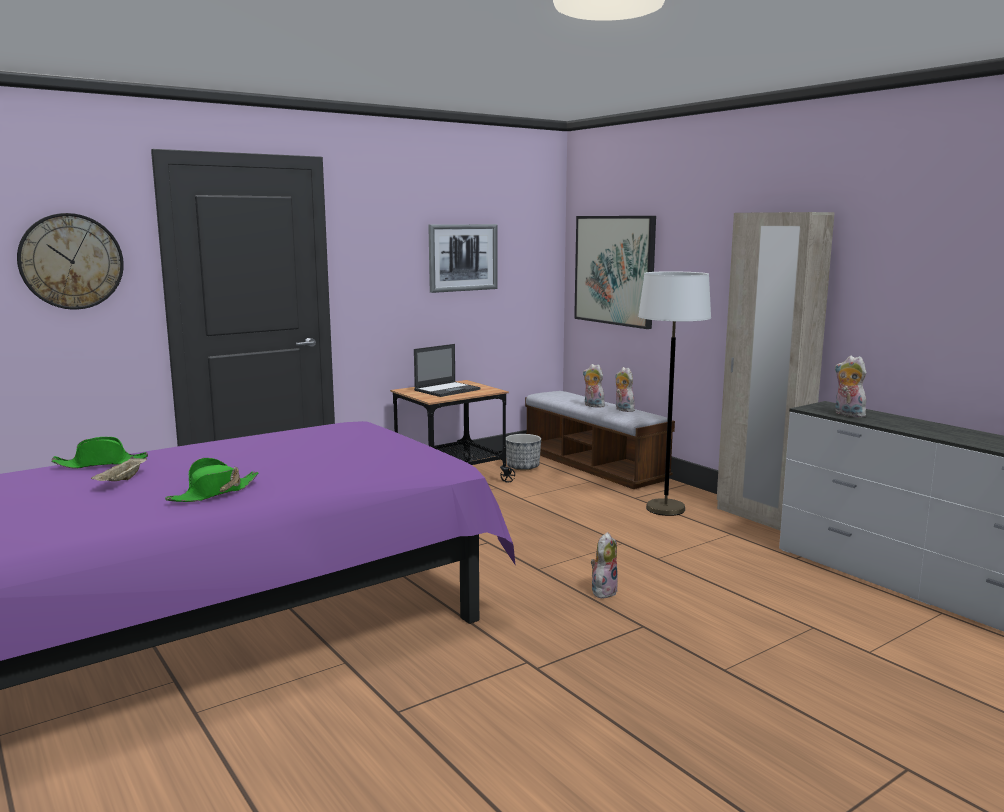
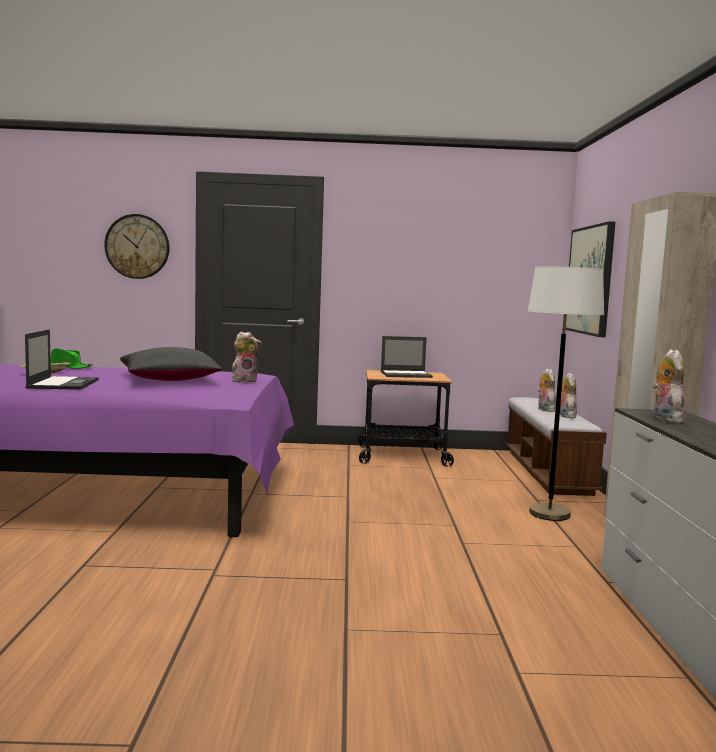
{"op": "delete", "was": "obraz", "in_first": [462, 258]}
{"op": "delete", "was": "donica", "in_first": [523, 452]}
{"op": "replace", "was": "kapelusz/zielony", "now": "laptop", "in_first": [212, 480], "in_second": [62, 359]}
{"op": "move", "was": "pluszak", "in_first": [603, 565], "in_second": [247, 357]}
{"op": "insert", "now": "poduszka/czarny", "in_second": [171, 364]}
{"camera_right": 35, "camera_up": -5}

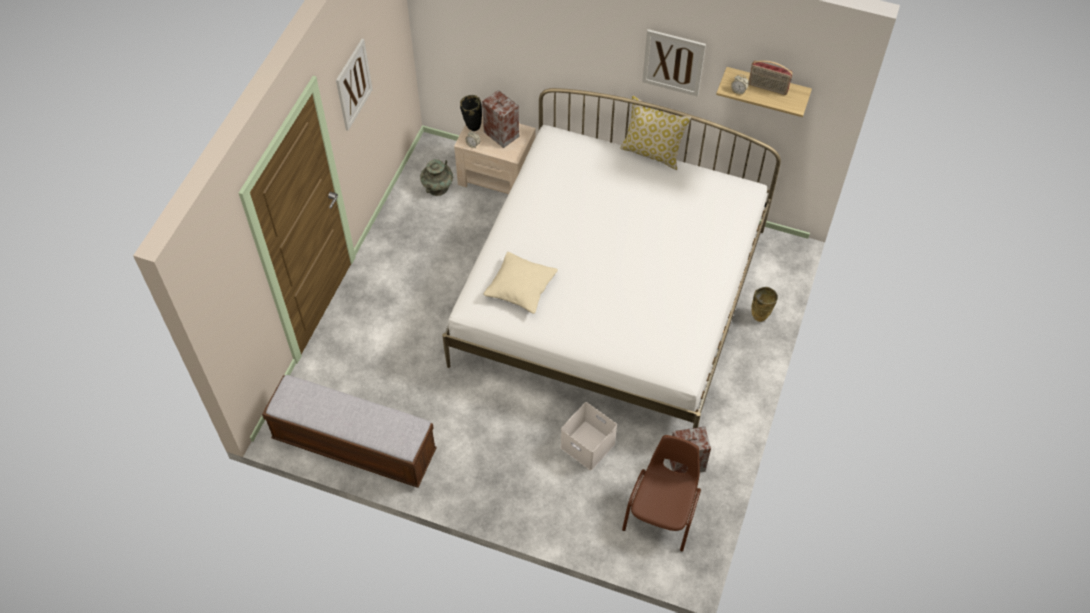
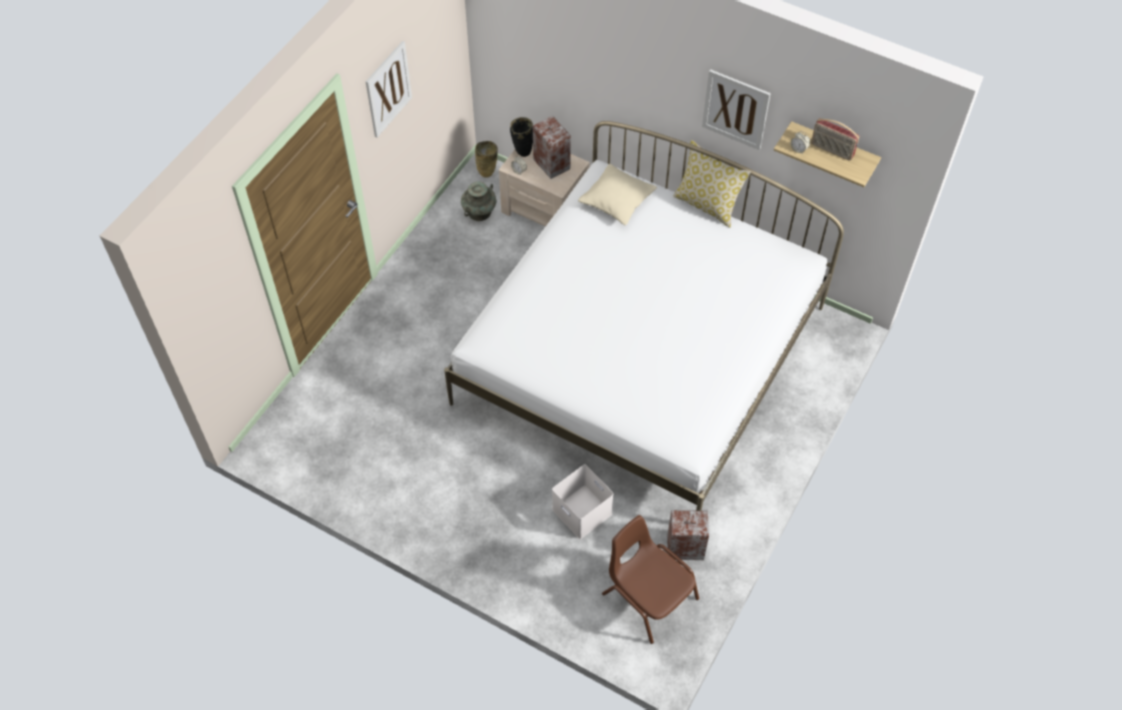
{"op": "move", "was": "poduszka/beżowy", "in_first": [520, 283], "in_second": [617, 194]}
{"op": "move", "was": "wazon/beżowy", "in_first": [764, 304], "in_second": [486, 159]}
{"op": "delete", "was": "ławka", "in_first": [349, 431]}
{"op": "rotate", "was": "krzesło/brązowy", "in_first": [661, 493], "in_second": [650, 579], "clockwise": -75}
{"camera_right": 10, "camera_up": 0}

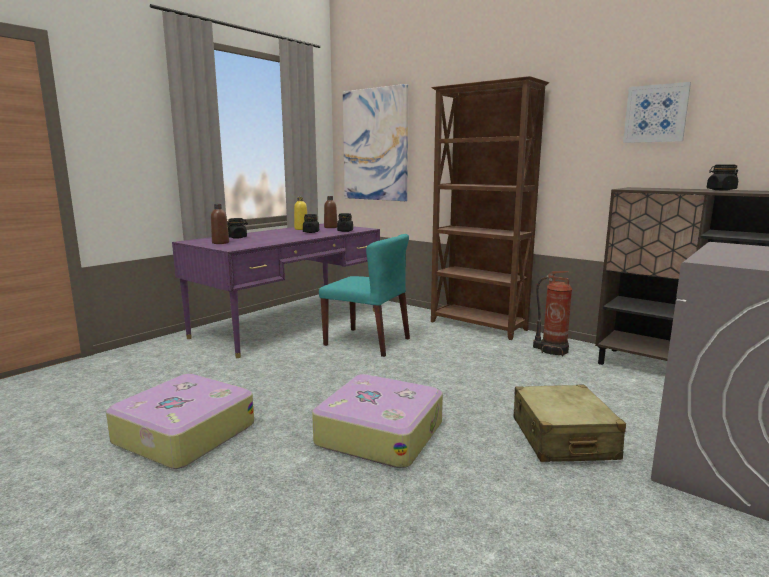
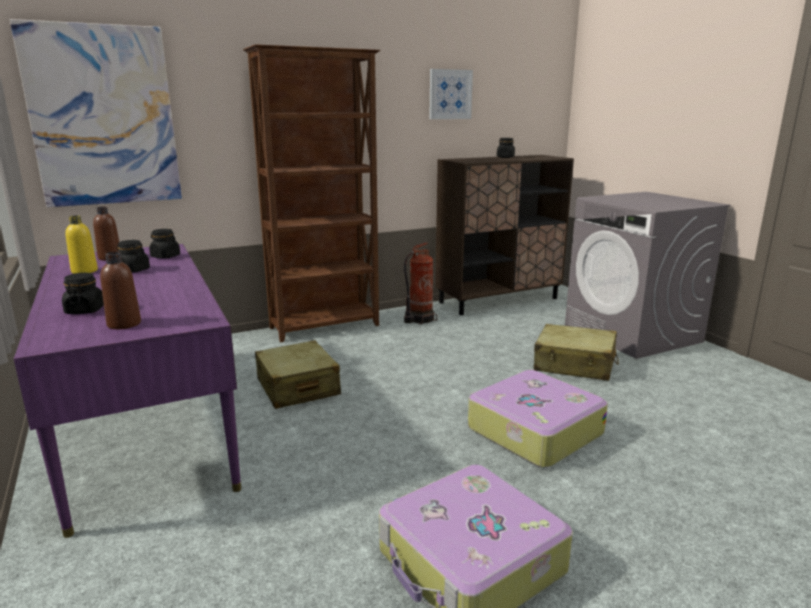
{"op": "replace", "was": "krzesło/turkusowy", "now": "walizka/beżowy", "in_first": [364, 295], "in_second": [298, 374]}
{"camera_right": -65, "camera_up": 5}

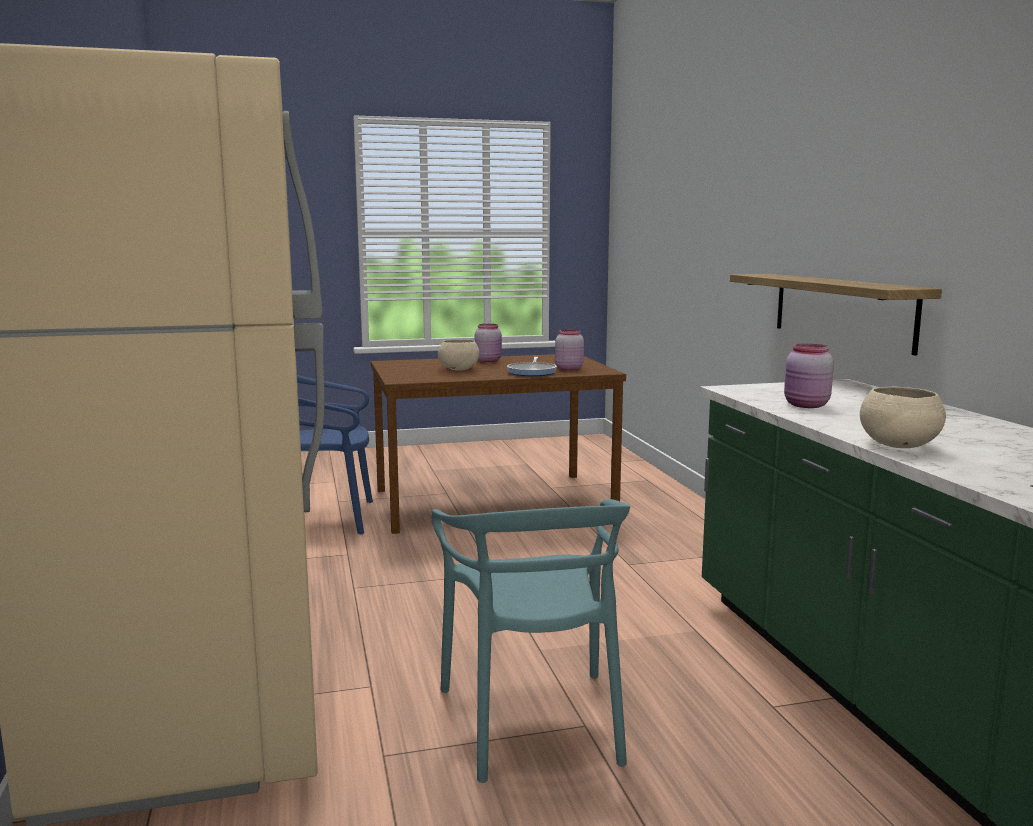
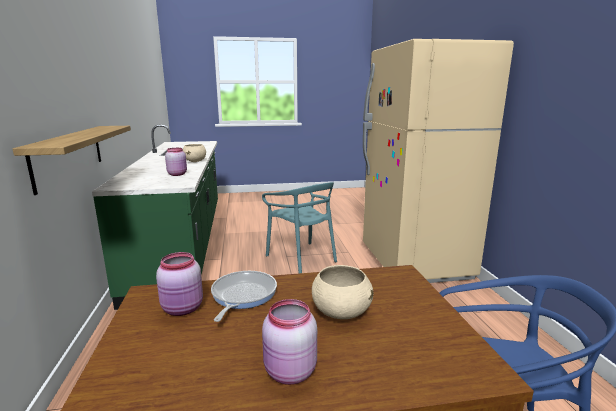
{"op": "rotate", "was": "krzesło/turkusowy", "in_first": [530, 641], "in_second": [299, 227], "clockwise": 150}
{"camera_right": -175, "camera_up": 5}

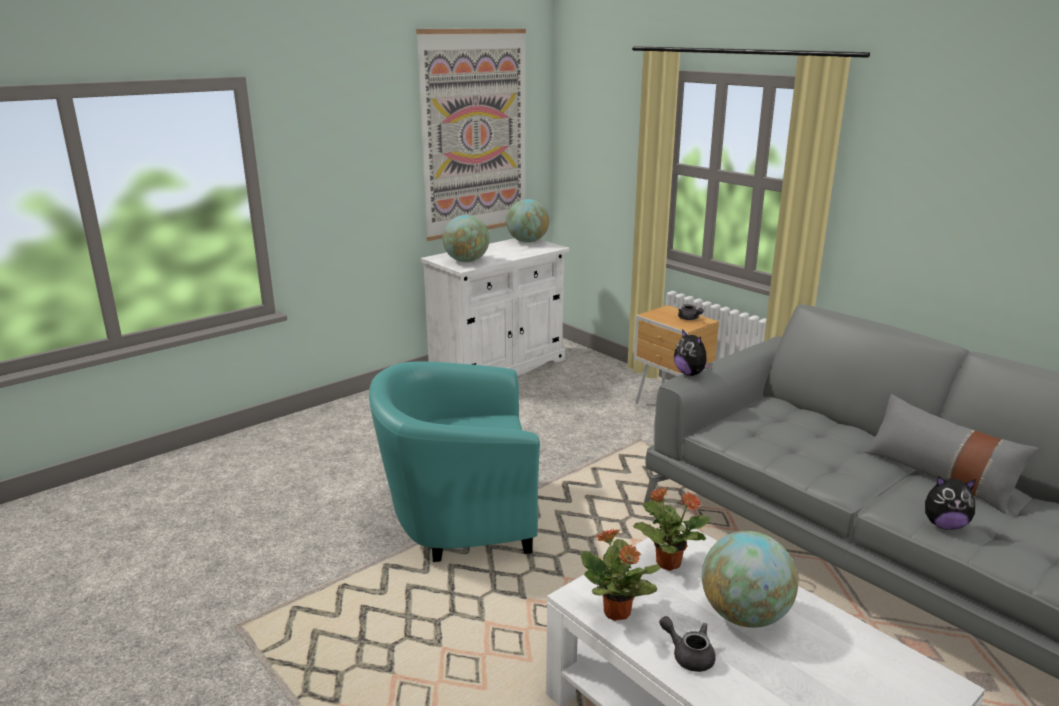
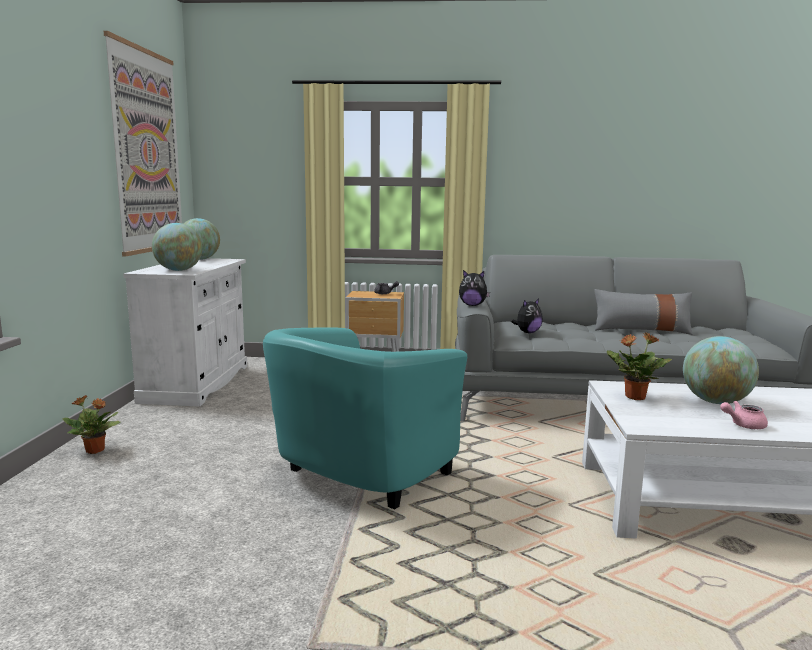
{"op": "move", "was": "pluszak", "in_first": [950, 503], "in_second": [527, 315]}
{"op": "move", "was": "roślina doniczkowa", "in_first": [621, 575], "in_second": [91, 424]}
{"op": "recolor", "was": "imbryk/szary", "now": "imbryk/różowy", "in_first": [687, 644], "in_second": [744, 415]}
{"camera_right": -45, "camera_up": -10}

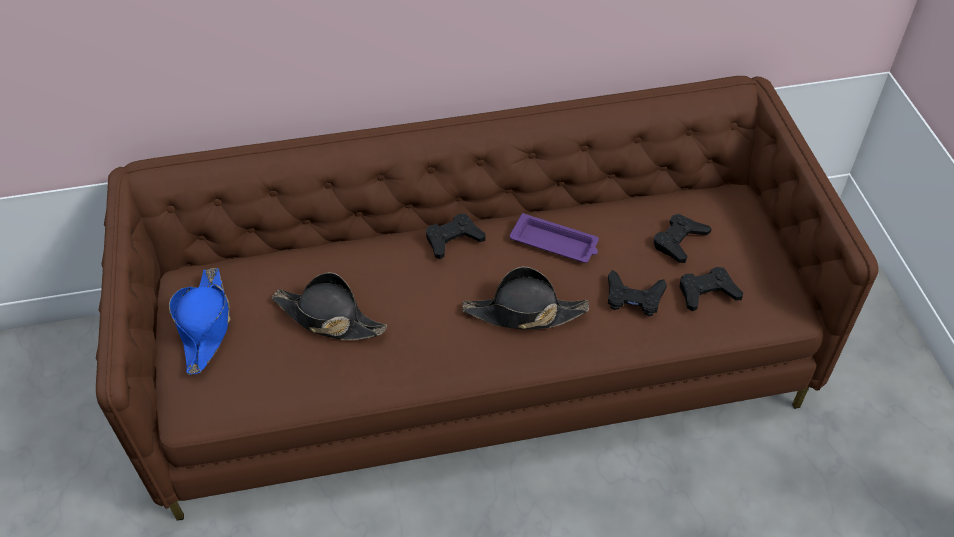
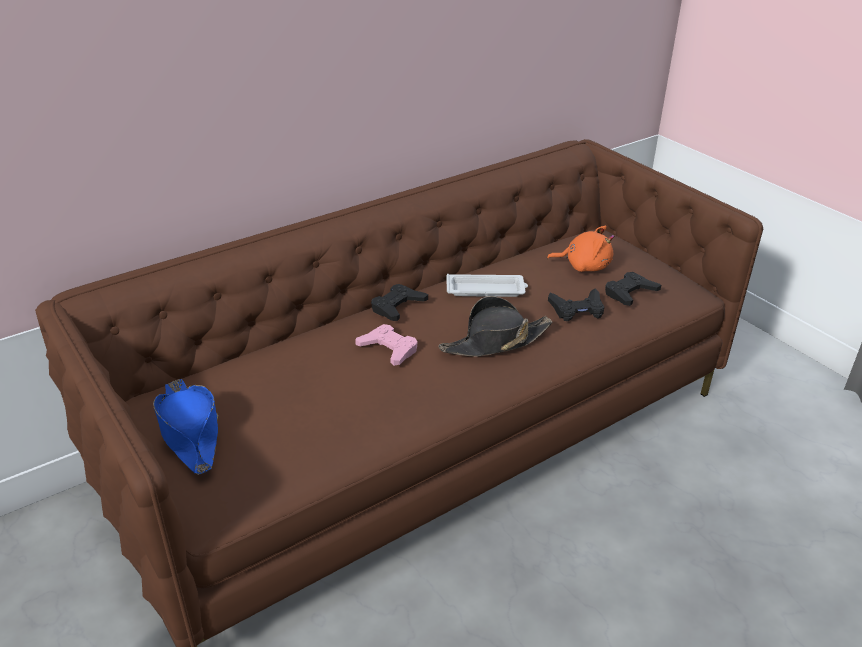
{"op": "recolor", "was": "taca/fioletowy", "now": "taca/biały", "in_first": [554, 238], "in_second": [487, 285]}
{"op": "replace", "was": "pad do gier/czarny", "now": "pluszak/pomarańczowy", "in_first": [683, 238], "in_second": [580, 249]}
{"op": "delete", "was": "kapelusz/czarny", "in_first": [329, 306]}
{"op": "insert", "now": "pad do gier/różowy", "in_second": [386, 345]}
{"camera_right": -25, "camera_up": -15}

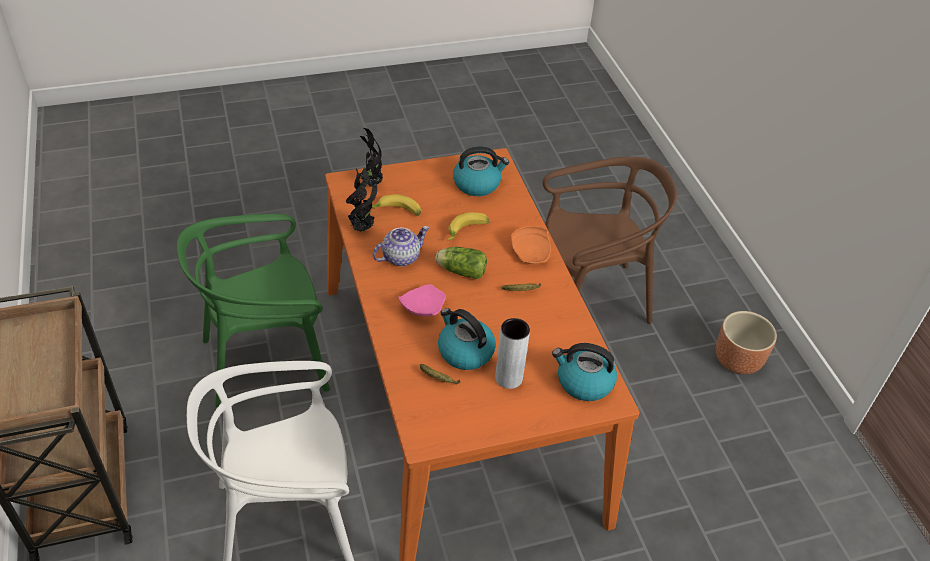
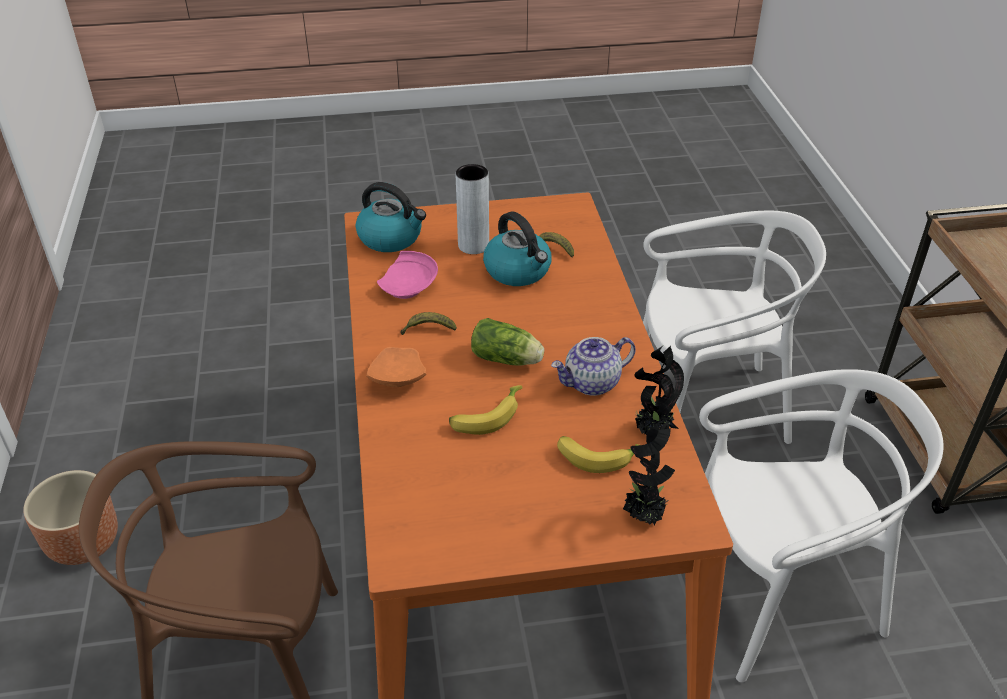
{"op": "delete", "was": "czajnik", "in_first": [481, 171]}
{"op": "recolor", "was": "krzesło/zielony", "now": "krzesło/biały", "in_first": [253, 310], "in_second": [821, 525]}
{"op": "move", "was": "talerz/różowy", "in_first": [422, 300], "in_second": [407, 275]}
{"camera_right": -170, "camera_up": -5}

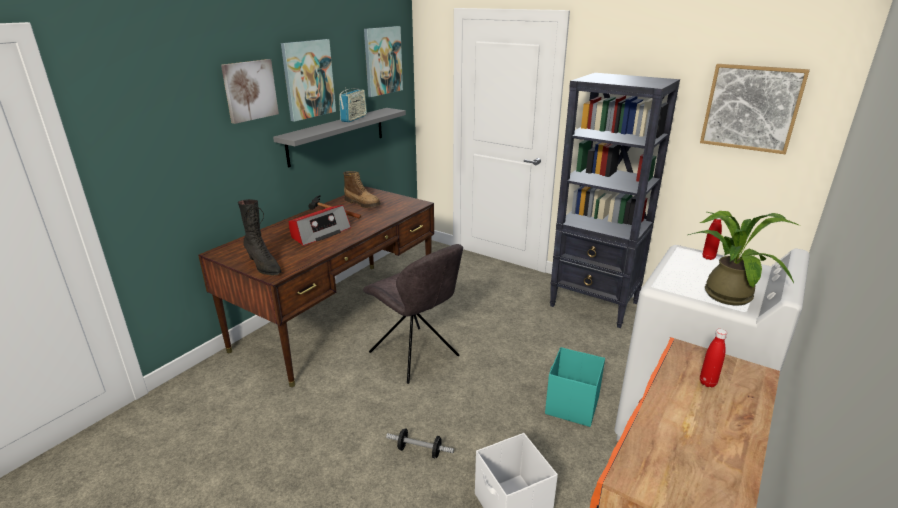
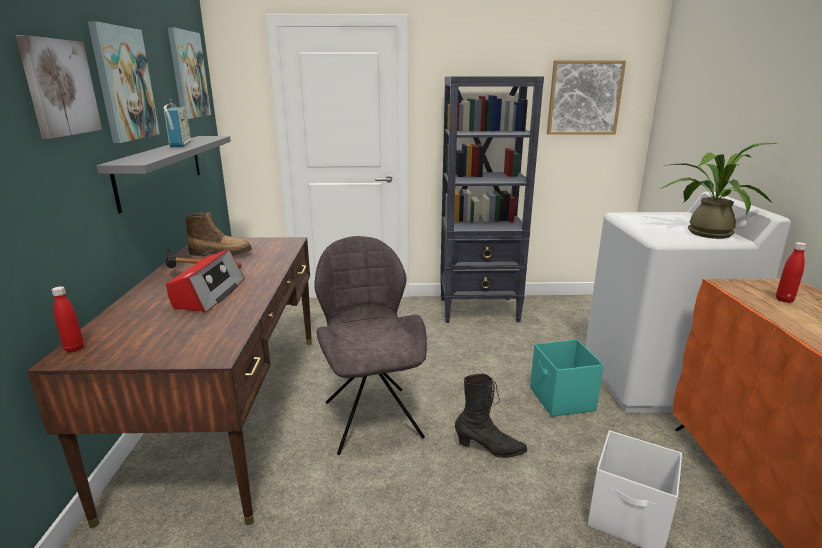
{"op": "move", "was": "but z cholewką/czarny", "in_first": [259, 237], "in_second": [491, 416]}
{"op": "move", "was": "butelka/czerwony", "in_first": [712, 239], "in_second": [67, 319]}
{"op": "rotate", "was": "krzesło/szary", "in_first": [413, 314], "in_second": [370, 345], "clockwise": -120}
{"op": "delete", "was": "hantel", "in_first": [420, 443]}
{"camera_right": -35, "camera_up": -5}

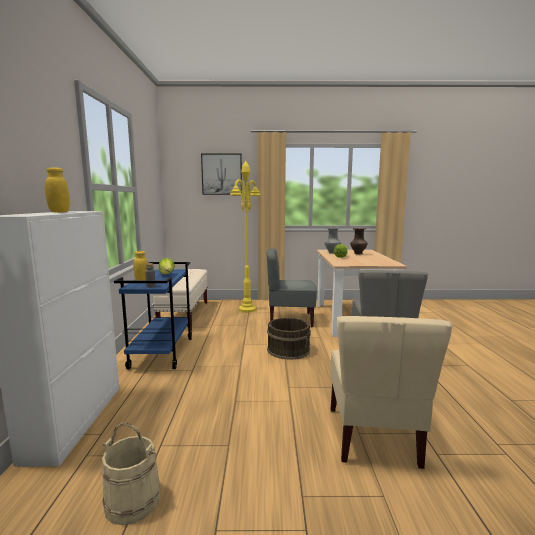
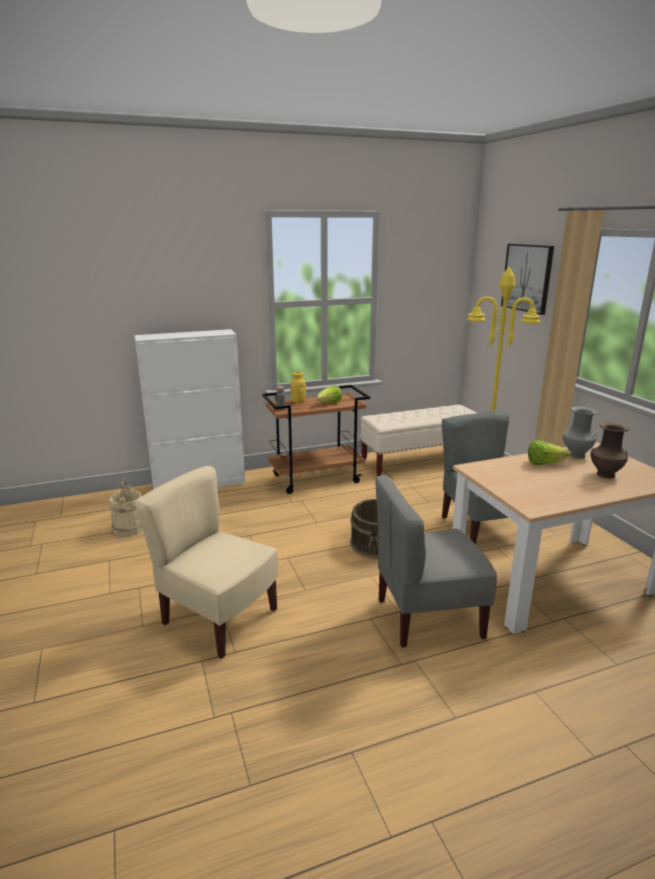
{"op": "delete", "was": "słoik/żółty", "in_first": [57, 189]}
{"op": "recolor", "was": "wózek/niebieski", "now": "wózek/brązowy", "in_first": [153, 315], "in_second": [316, 439]}
{"op": "rotate", "was": "krzesło/beżowy", "in_first": [391, 392], "in_second": [206, 562], "clockwise": 45}
{"camera_right": 70, "camera_up": 10}

